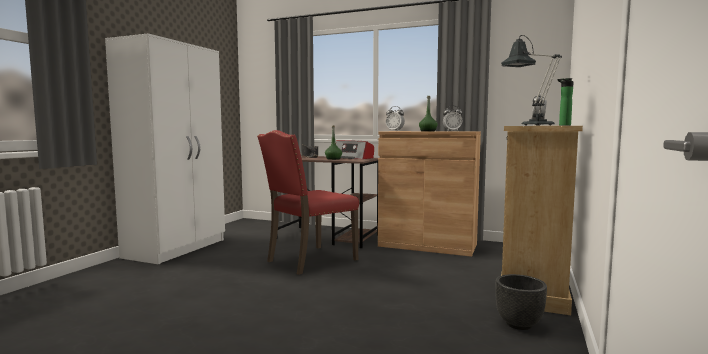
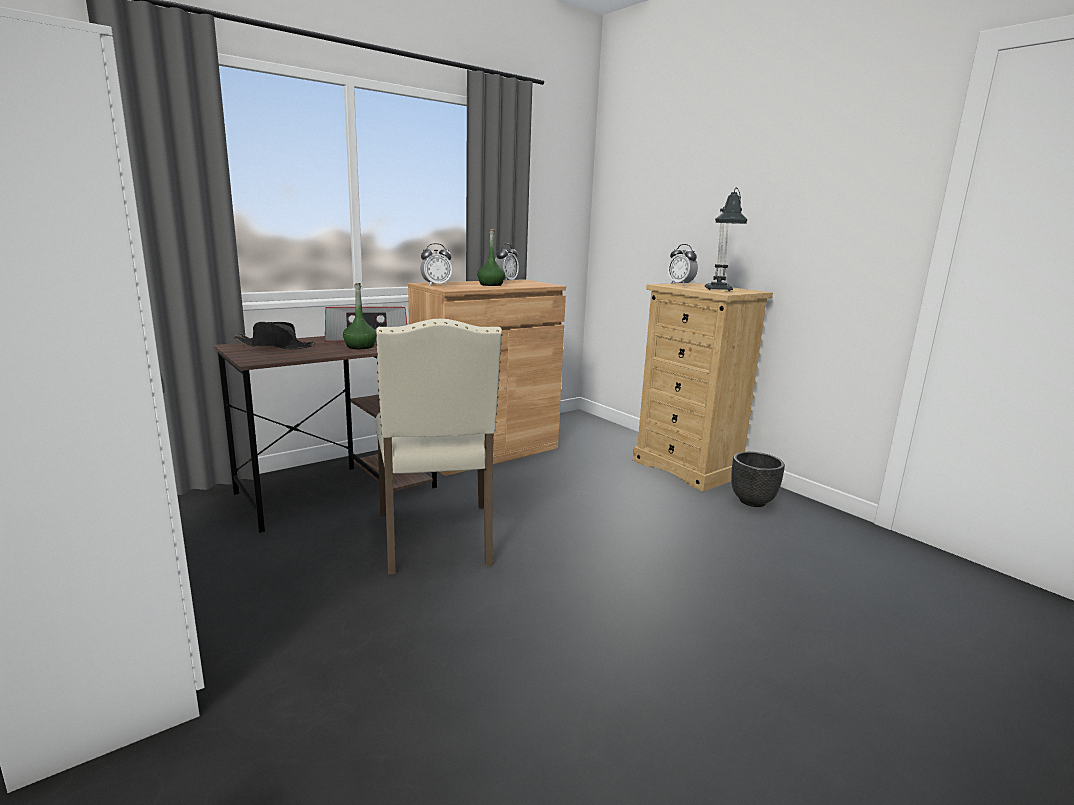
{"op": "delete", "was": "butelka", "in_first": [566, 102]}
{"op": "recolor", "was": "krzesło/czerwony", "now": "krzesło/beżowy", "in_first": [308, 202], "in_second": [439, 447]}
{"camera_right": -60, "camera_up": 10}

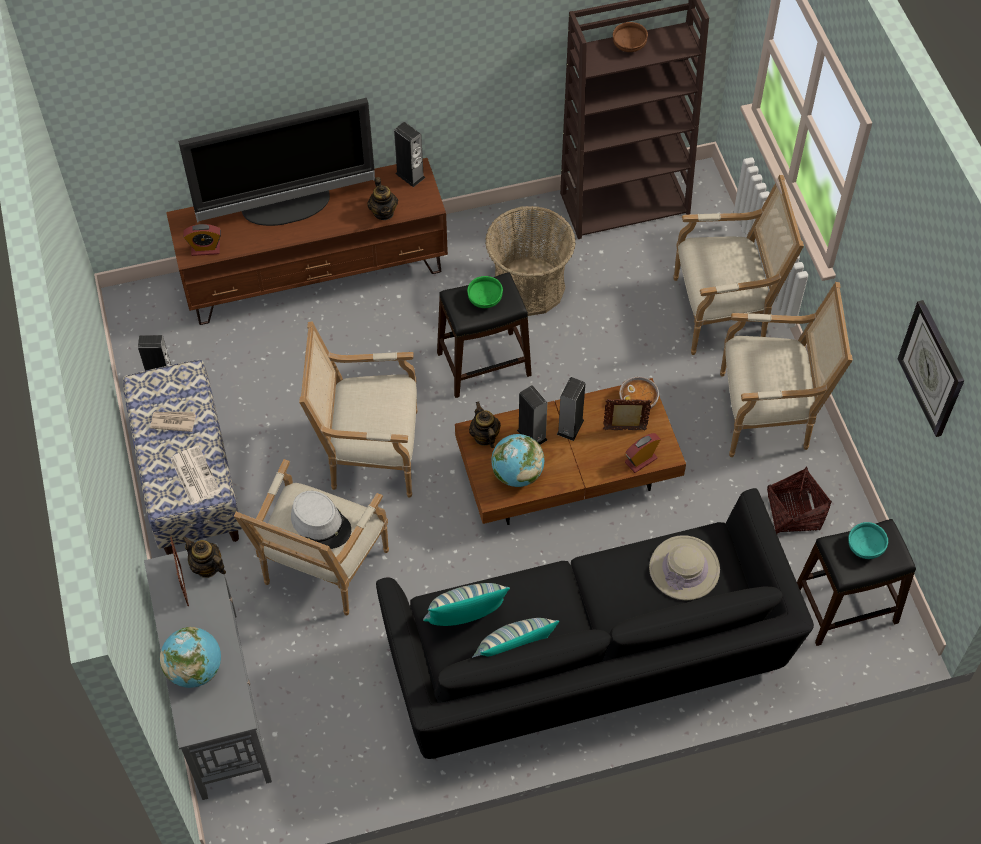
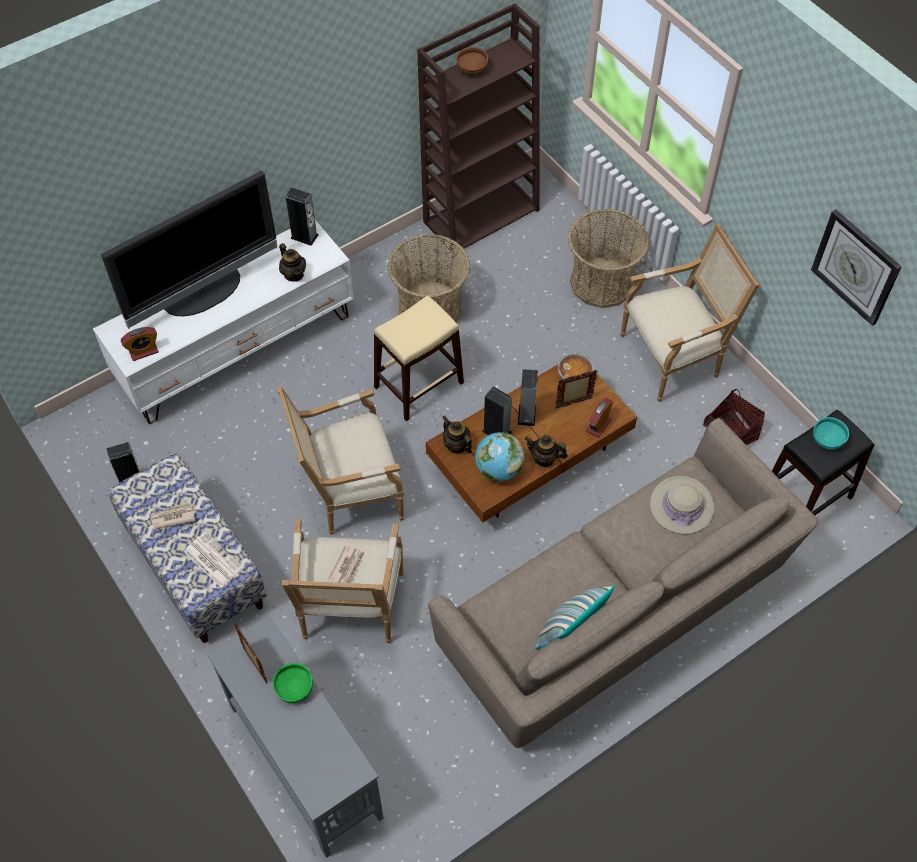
{"op": "recolor", "was": "szafka pod telewizor/brązowy", "now": "szafka pod telewizor/biały", "in_first": [307, 241], "in_second": [223, 322]}
{"op": "replace", "was": "fotel", "now": "koszyk", "in_first": [739, 265], "in_second": [608, 258]}
{"op": "recolor", "was": "stołek/czarny", "now": "stołek/beżowy", "in_first": [484, 335], "in_second": [419, 358]}
{"op": "move", "was": "miska/zielony", "in_first": [485, 292], "in_second": [293, 683]}
{"op": "recolor", "was": "kanapa/czarny", "now": "kanapa/beżowy", "in_first": [595, 623], "in_second": [623, 583]}
{"op": "replace", "was": "kapelusz/szary", "now": "gazeta", "in_first": [321, 520], "in_second": [346, 564]}
{"op": "move", "was": "imbryk", "in_first": [204, 557], "in_second": [546, 451]}
{"op": "delete", "was": "poduszka", "in_first": [466, 604]}
{"op": "delete", "was": "globus", "in_first": [190, 657]}
{"camera_right": -20, "camera_up": 0}

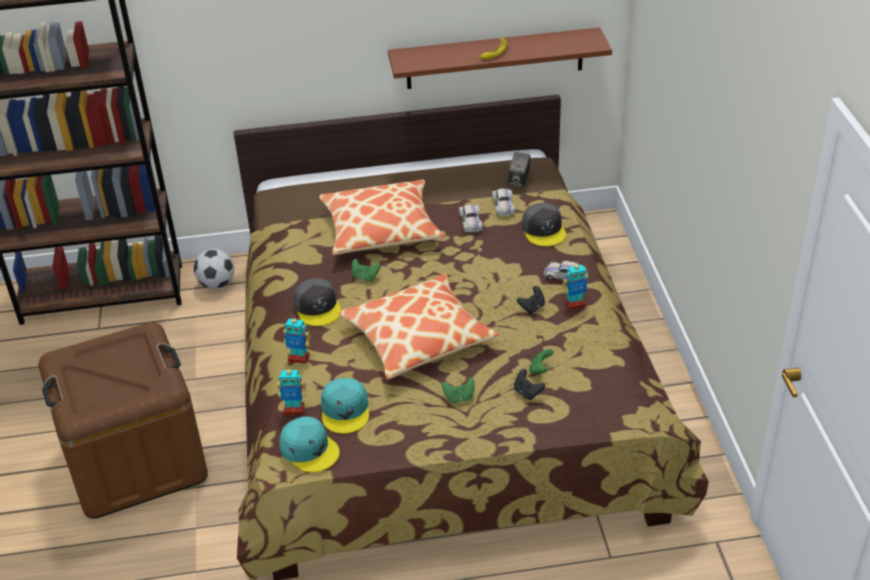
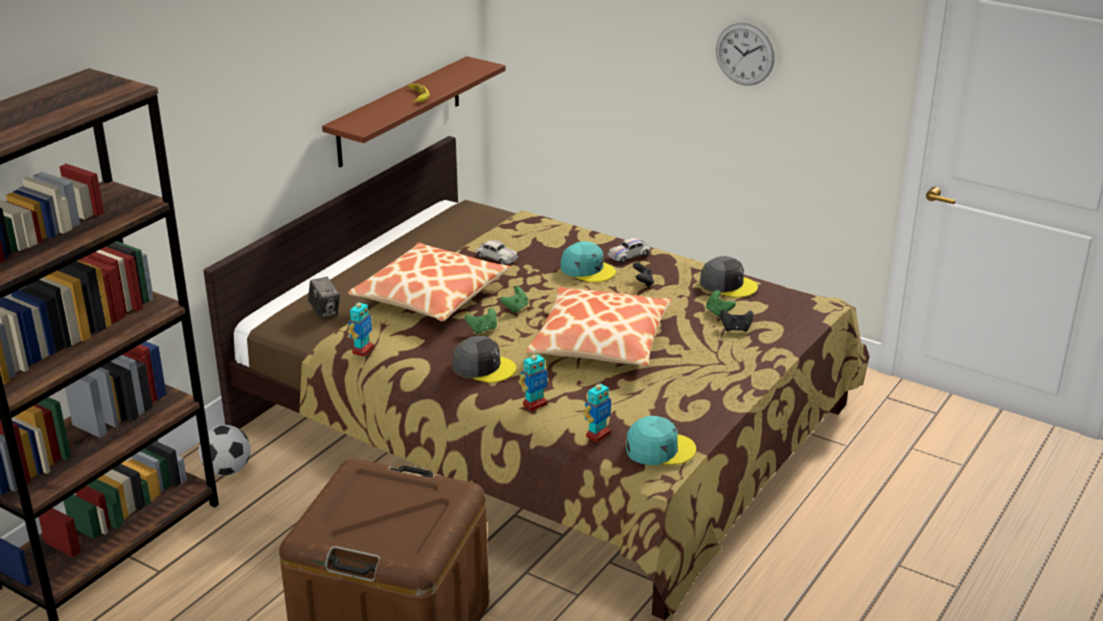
{"op": "move", "was": "aparat fotograficzny", "in_first": [519, 170], "in_second": [324, 297]}
{"op": "delete", "was": "samochodzik/biały", "in_first": [503, 202]}
{"op": "move", "was": "czapka z daszkiem/szary", "in_first": [544, 224], "in_second": [729, 277]}
{"op": "move", "was": "robot zabawkowy", "in_first": [575, 285], "in_second": [361, 327]}
{"op": "move", "was": "czapka z daszkiem/turkusowy", "in_first": [345, 406], "in_second": [588, 261]}
{"op": "move", "was": "pad do gier/zielony", "in_first": [458, 390], "in_second": [514, 300]}
{"op": "insert", "now": "zegar ścienny", "in_second": [745, 54]}
{"camera_right": -50, "camera_up": -10}

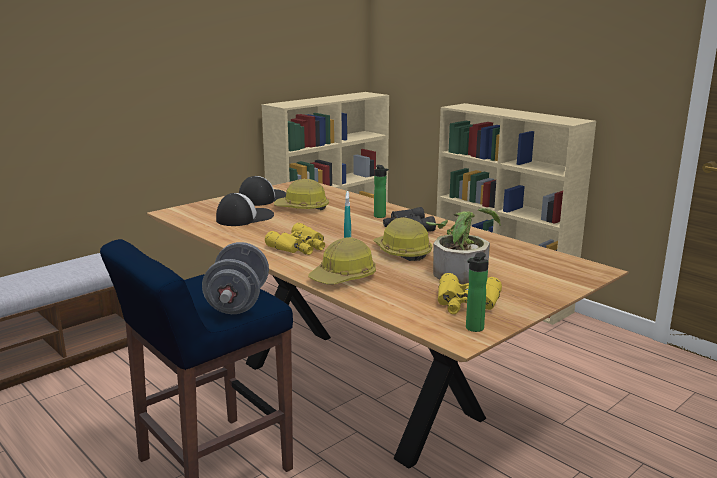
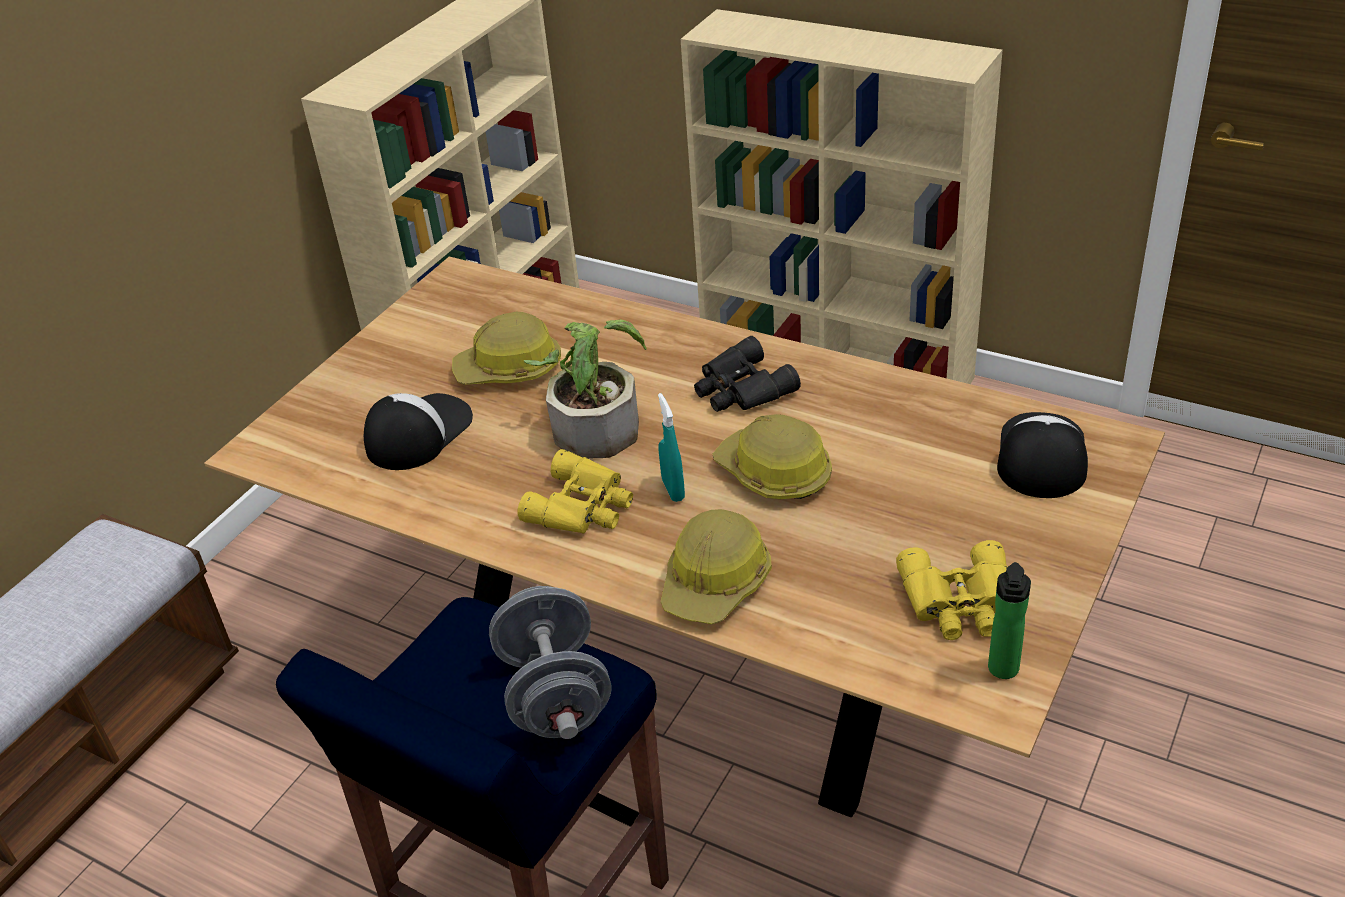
{"op": "delete", "was": "butelka", "in_first": [381, 191]}
{"op": "move", "was": "czapka z daszkiem", "in_first": [262, 191], "in_second": [1042, 455]}
{"op": "move", "was": "roślina doniczkowa", "in_first": [463, 246], "in_second": [585, 389]}
{"camera_right": -15, "camera_up": 20}

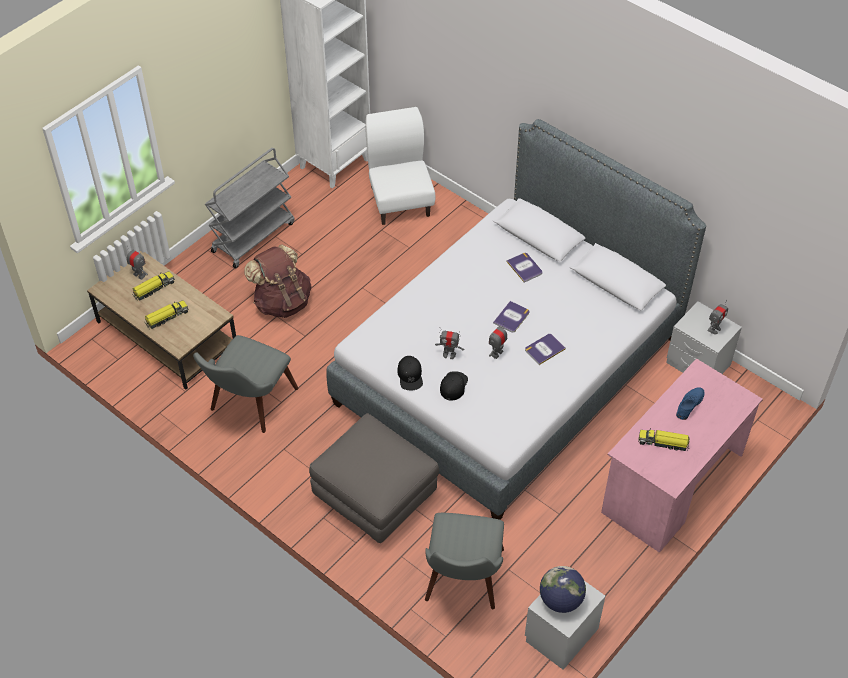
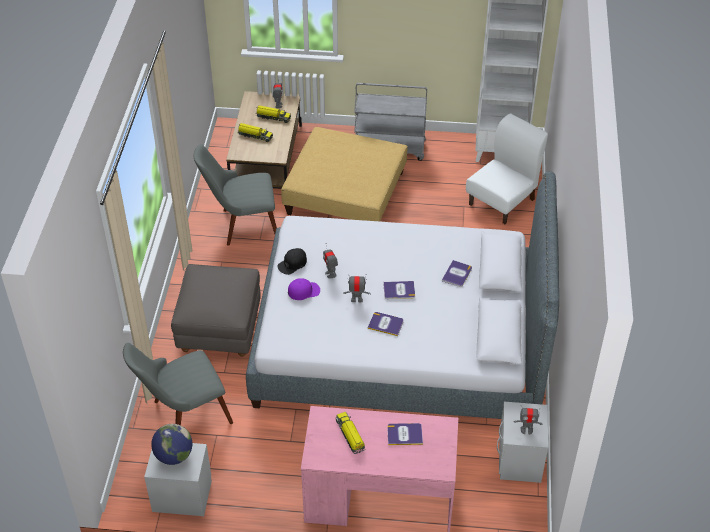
{"op": "replace", "was": "plecak/brązowy", "now": "pufa/beżowy", "in_first": [277, 281], "in_second": [344, 174]}
{"op": "recolor", "was": "czapka z daszkiem/czarny", "now": "czapka z daszkiem/fioletowy", "in_first": [454, 386], "in_second": [304, 289]}
{"op": "replace", "was": "but/niebieski", "now": "książka", "in_first": [690, 403], "in_second": [405, 434]}
{"camera_right": 55, "camera_up": -5}

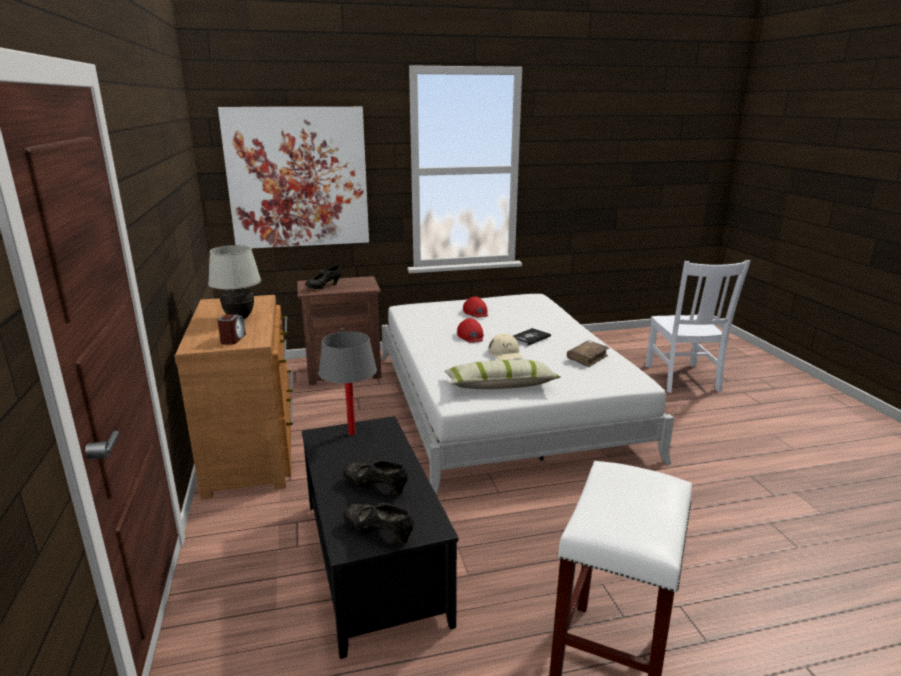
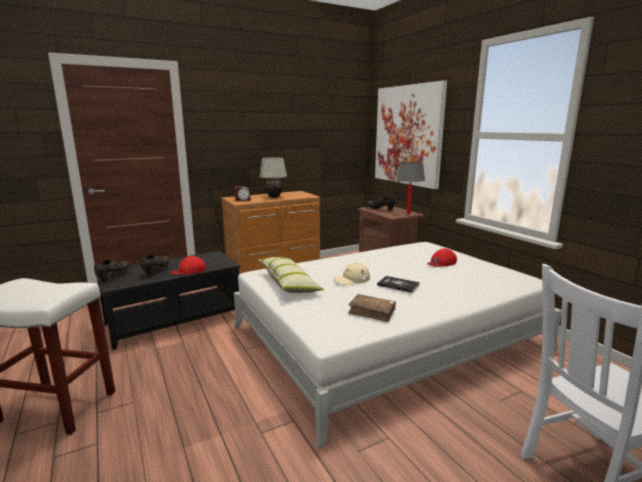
{"op": "move", "was": "czapka z daszkiem/czerwony", "in_first": [470, 330], "in_second": [188, 265]}
{"op": "move", "was": "lampa stołowa/szary", "in_first": [347, 383], "in_second": [410, 188]}
{"camera_right": 75, "camera_up": -5}

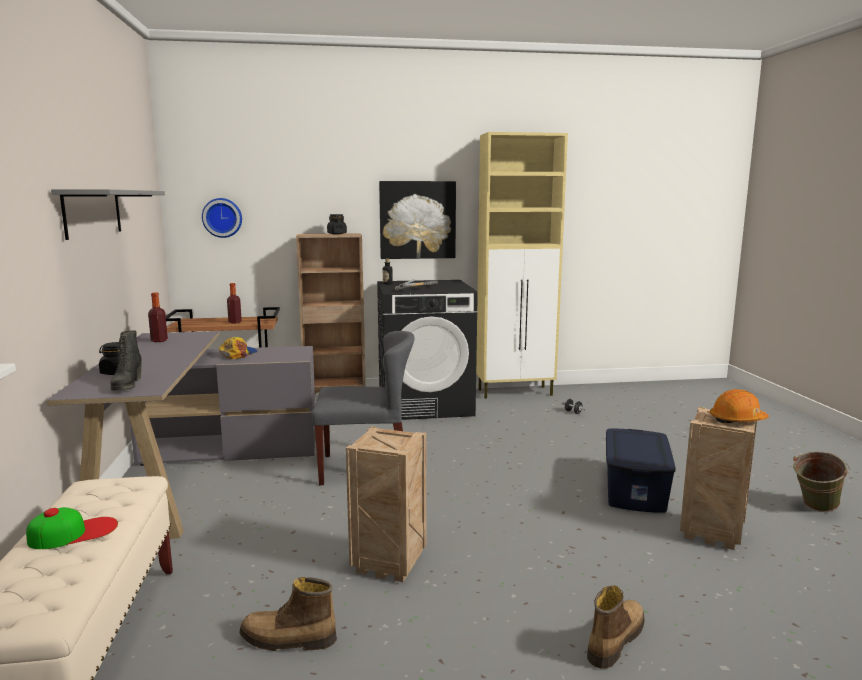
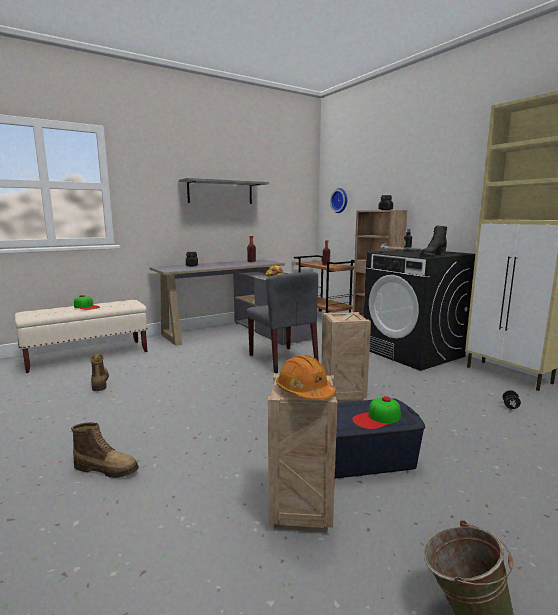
{"op": "delete", "was": "obraz", "in_first": [417, 220]}
{"op": "move", "was": "but z cholewką/czarny", "in_first": [126, 360], "in_second": [434, 240]}
{"op": "move", "was": "skrzynka", "in_first": [386, 504], "in_second": [346, 357]}
{"op": "insert", "now": "czapka z daszkiem", "in_second": [376, 412]}
{"camera_right": 65, "camera_up": 0}

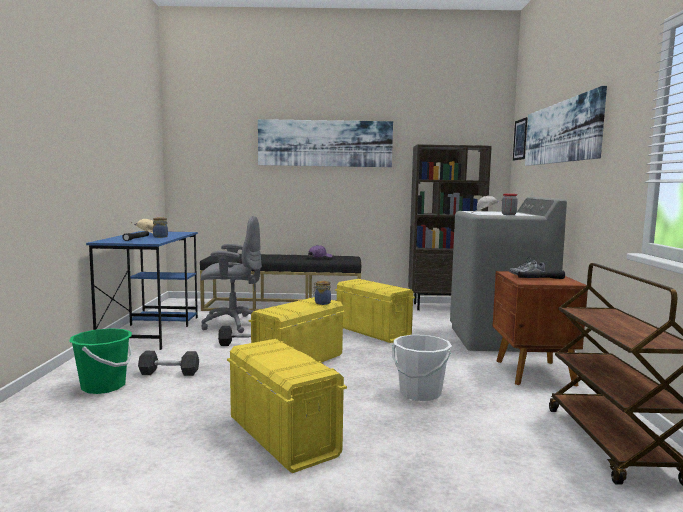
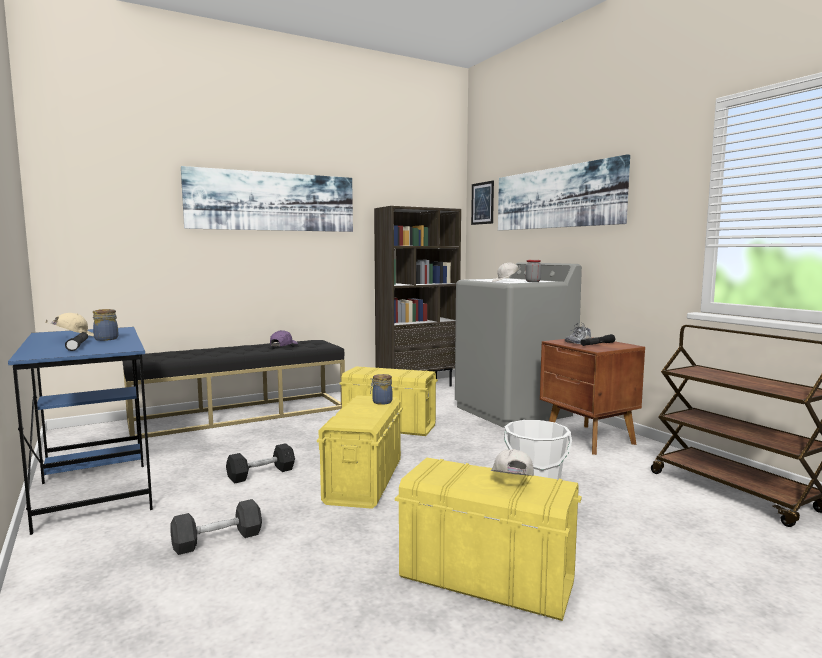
{"op": "delete", "was": "krzesło biurowe/szary", "in_first": [231, 274]}
{"op": "delete", "was": "wiadro/zielony", "in_first": [101, 361]}
{"op": "insert", "now": "czapka z daszkiem/biały", "in_second": [512, 462]}
{"camera_right": -30, "camera_up": 0}

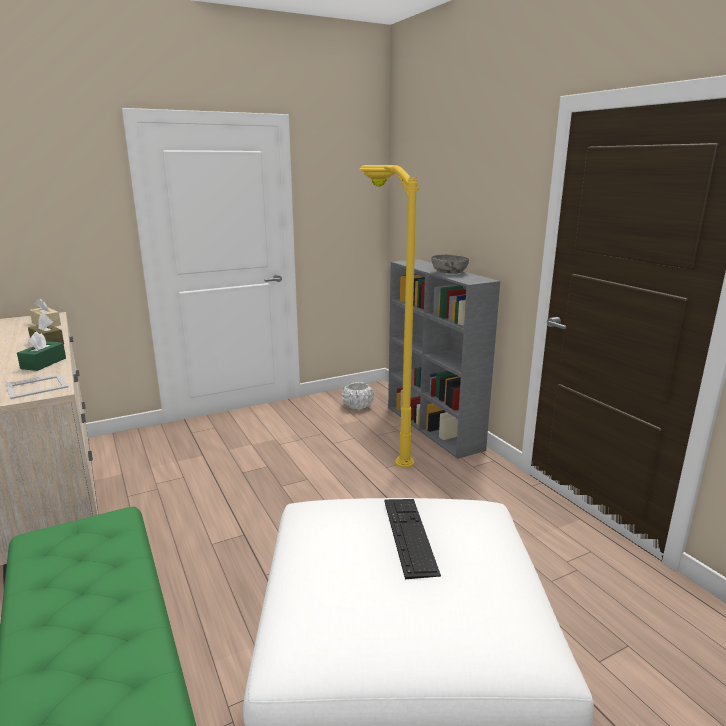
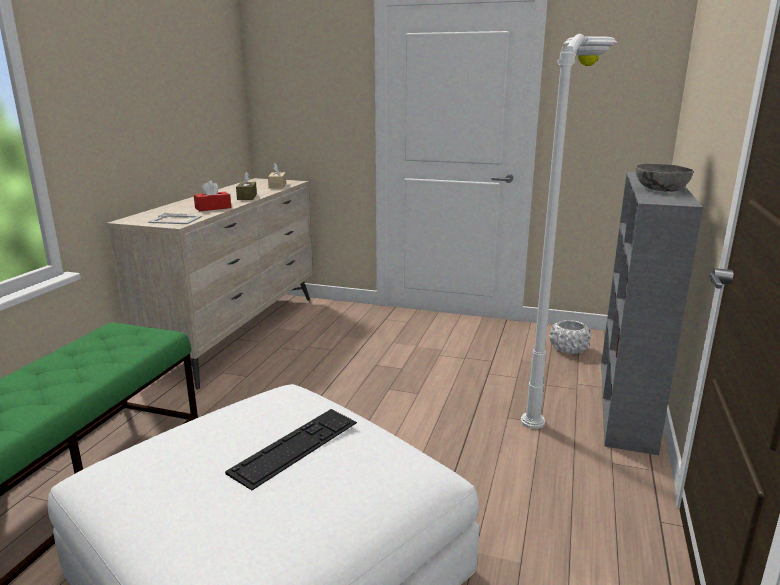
{"op": "recolor", "was": "lampa stojąca/żółty", "now": "lampa stojąca/biały", "in_first": [389, 316], "in_second": [569, 231]}
{"op": "recolor", "was": "pudełko chusteczek/zielony", "now": "pudełko chusteczek/czerwony", "in_first": [41, 351], "in_second": [212, 195]}
{"camera_right": 45, "camera_up": 0}

